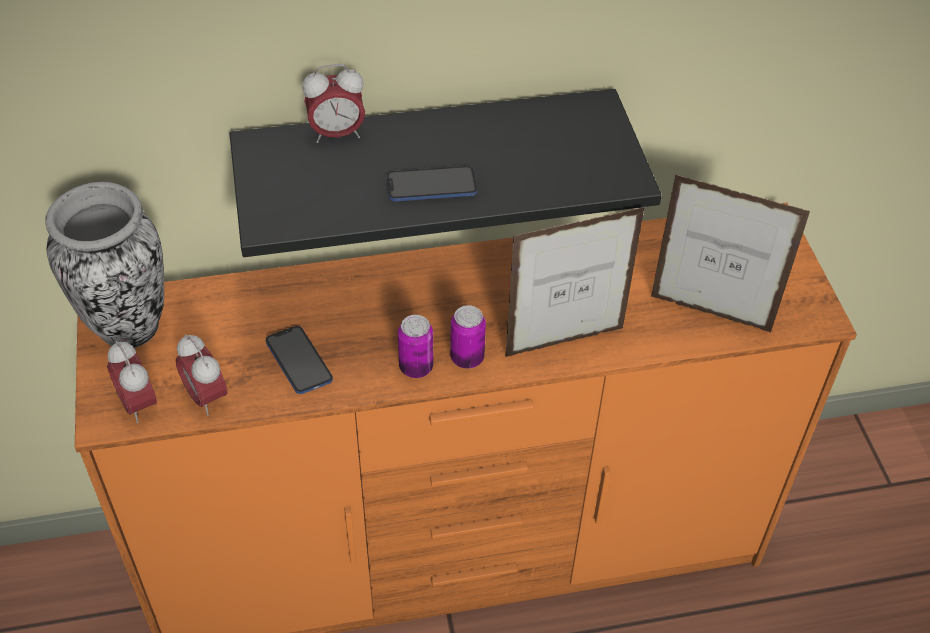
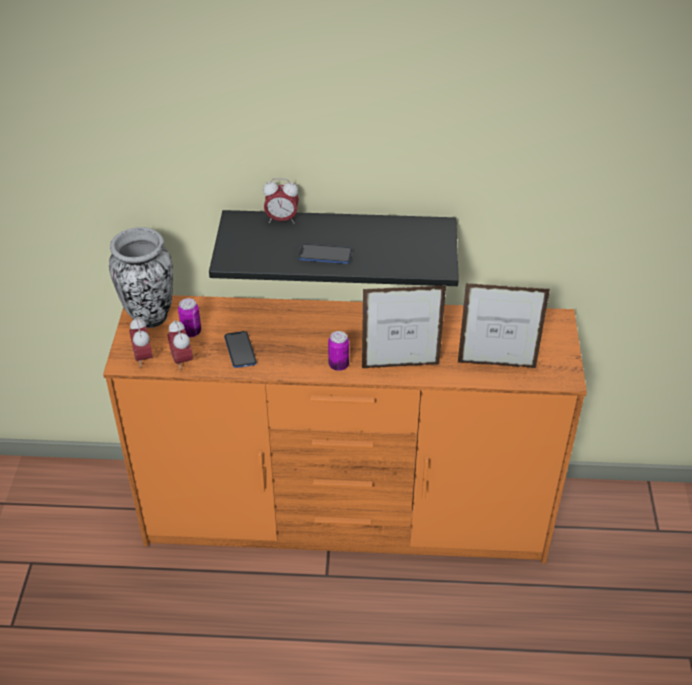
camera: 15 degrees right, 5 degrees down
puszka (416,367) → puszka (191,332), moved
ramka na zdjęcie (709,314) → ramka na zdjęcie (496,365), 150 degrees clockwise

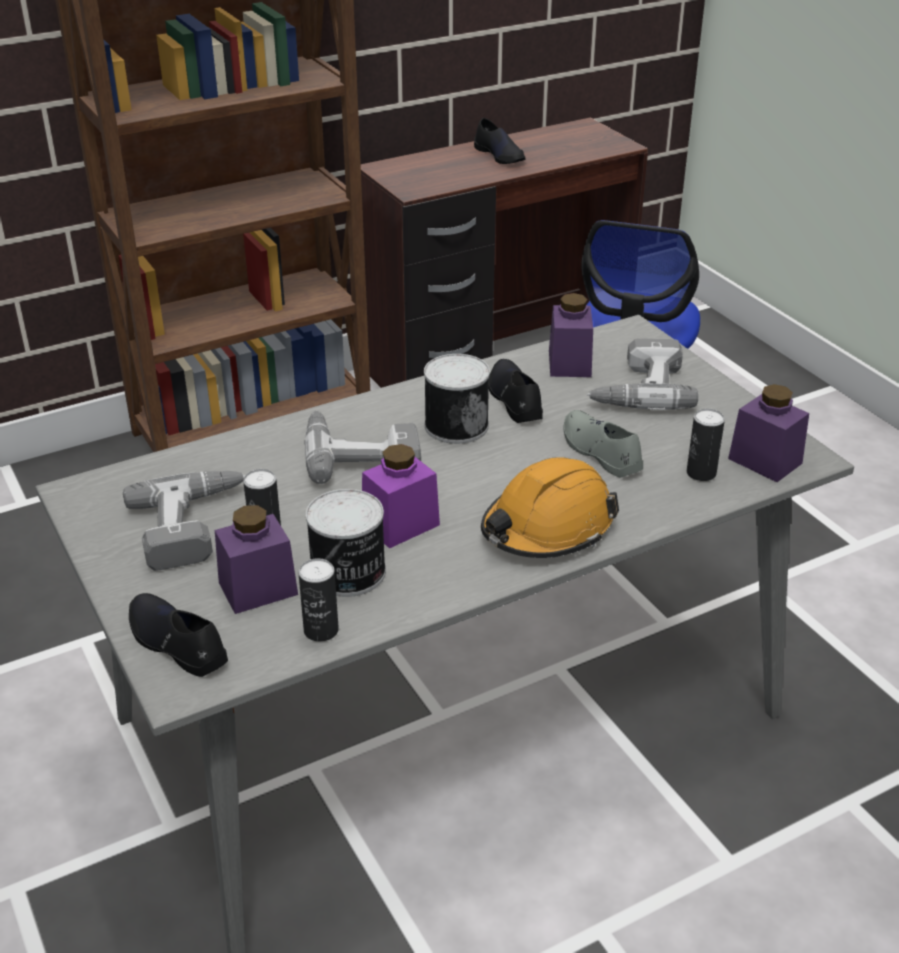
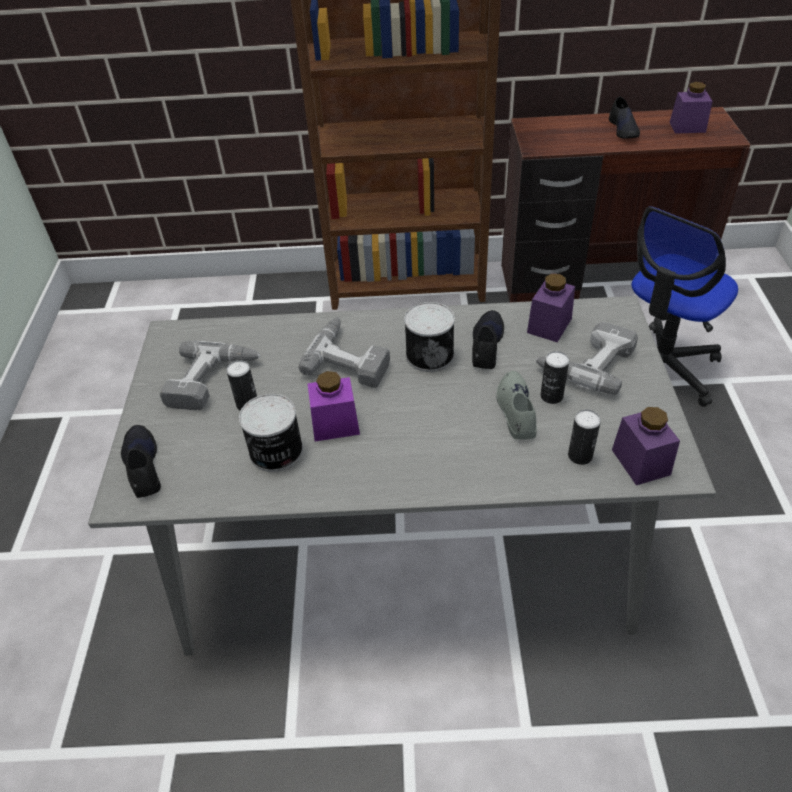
camera: 30 degrees right, 10 degrees up
słoik [fioletowy] (258,588) → słoik [fioletowy] (687,127), moved
puszka (321,630) → puszka (551,396), moved
kask [pomarańczowy] (547,528) → -

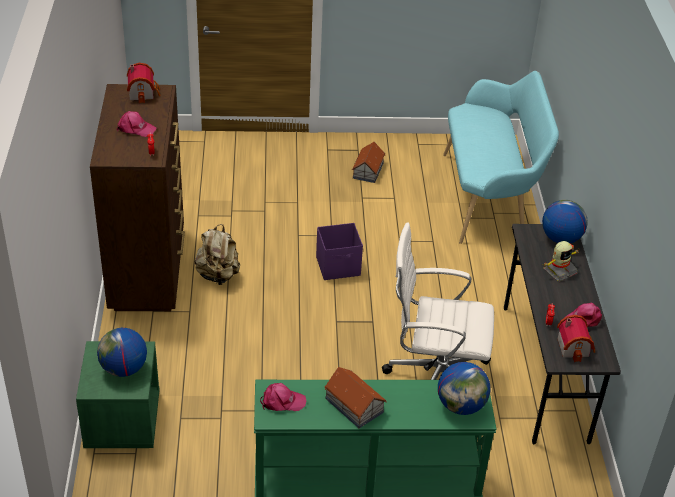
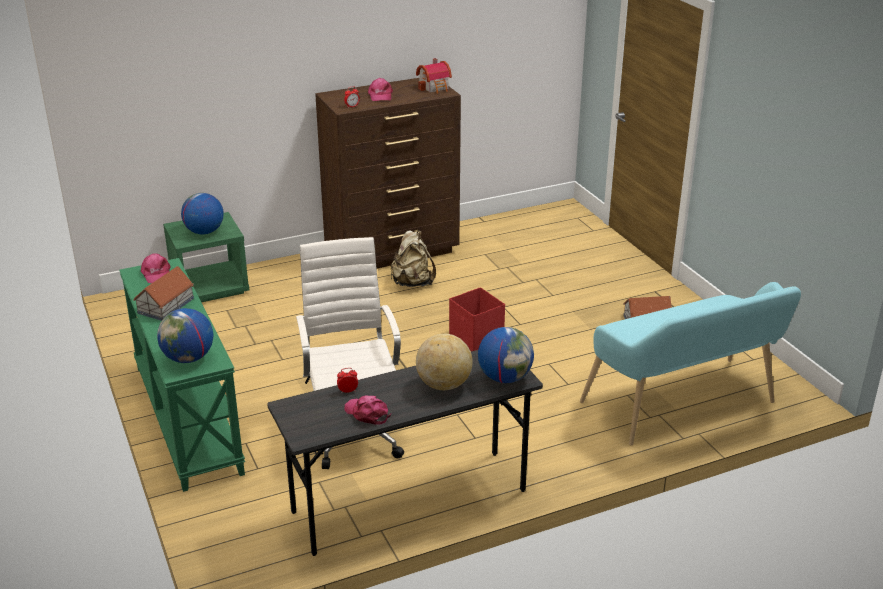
camera: 70 degrees right, 10 degrees down
pojemnik do przechowywania [fioletowy] (339,266) → pojemnik do przechowywania [czerwony] (476,338)
robot zabawkowy (559,270) → globus (444,385)
domek (575,347) → -

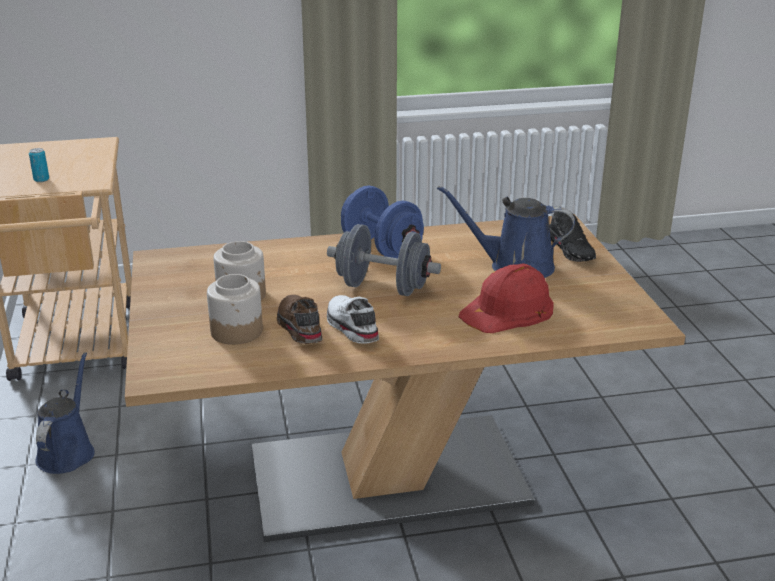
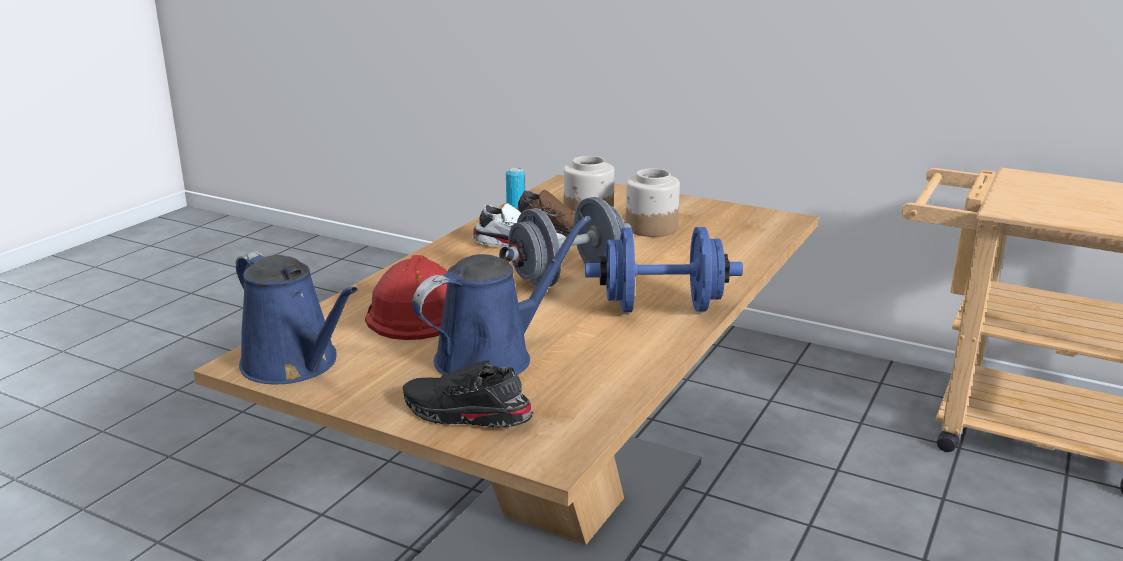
camera: 130 degrees right, 5 degrees down
puszka (41,179) → puszka (515,206), moved
konewka [niebieski] (68,451) → konewka [niebieski] (295,365), moved

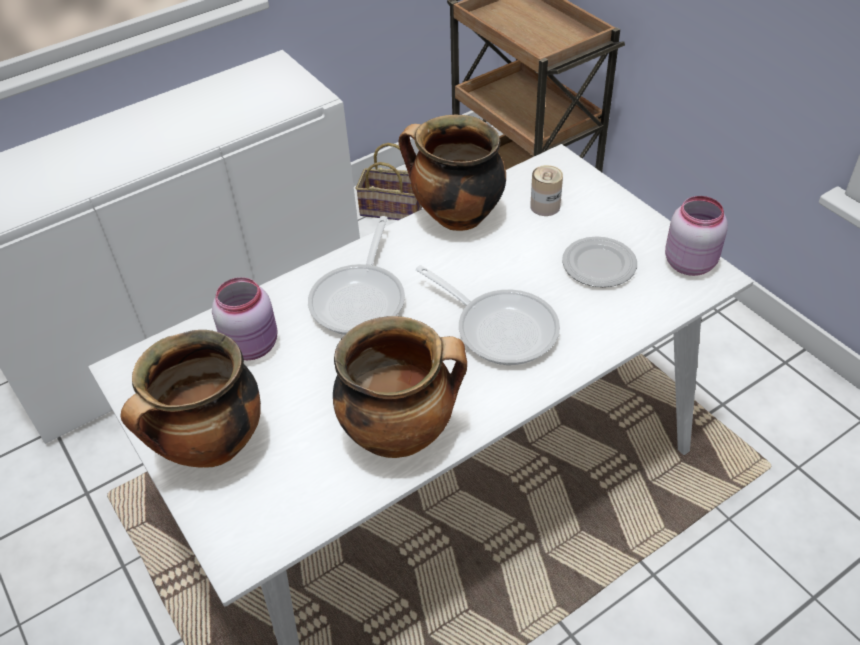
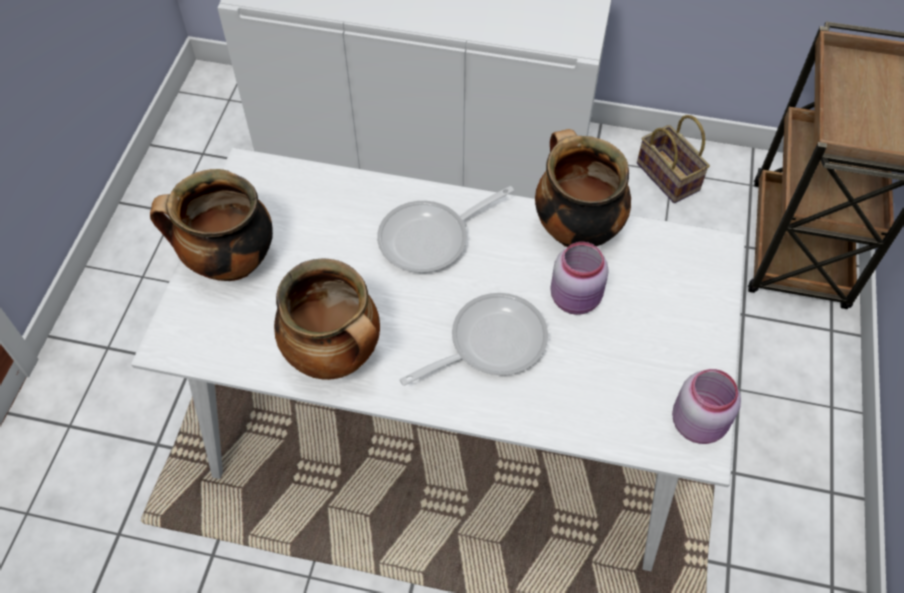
camera: 45 degrees right, 10 degrees up
słoik [różowy] (253,345) → słoik [różowy] (576,299), moved
patelnia (500,327) → patelnia (489,343), 120 degrees counterclockwise
puszka (545,206) → -
talerz (598,264) → -

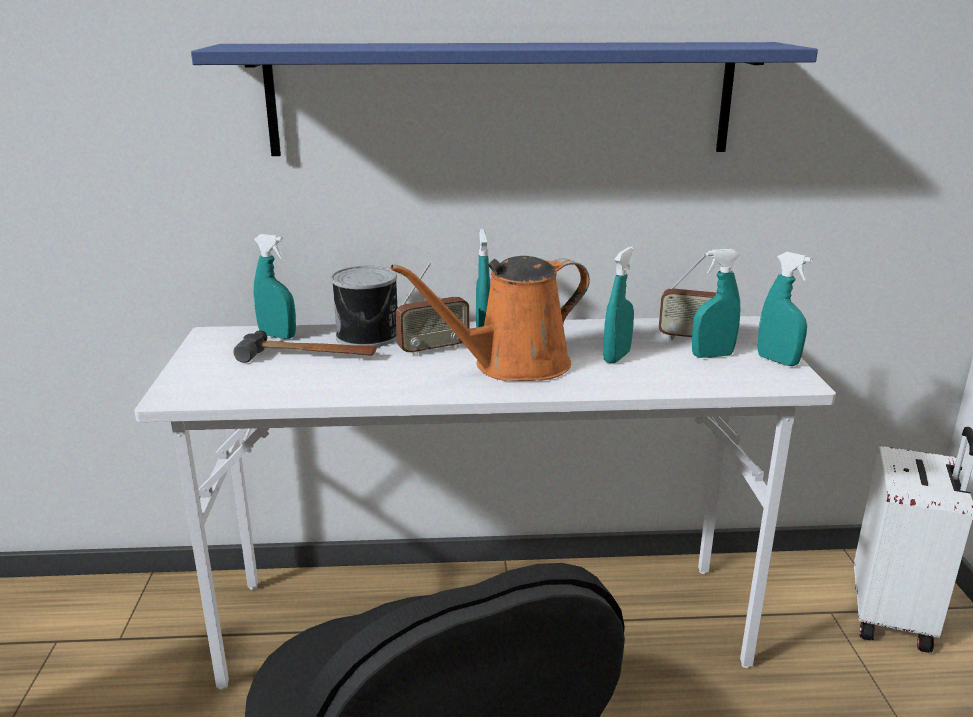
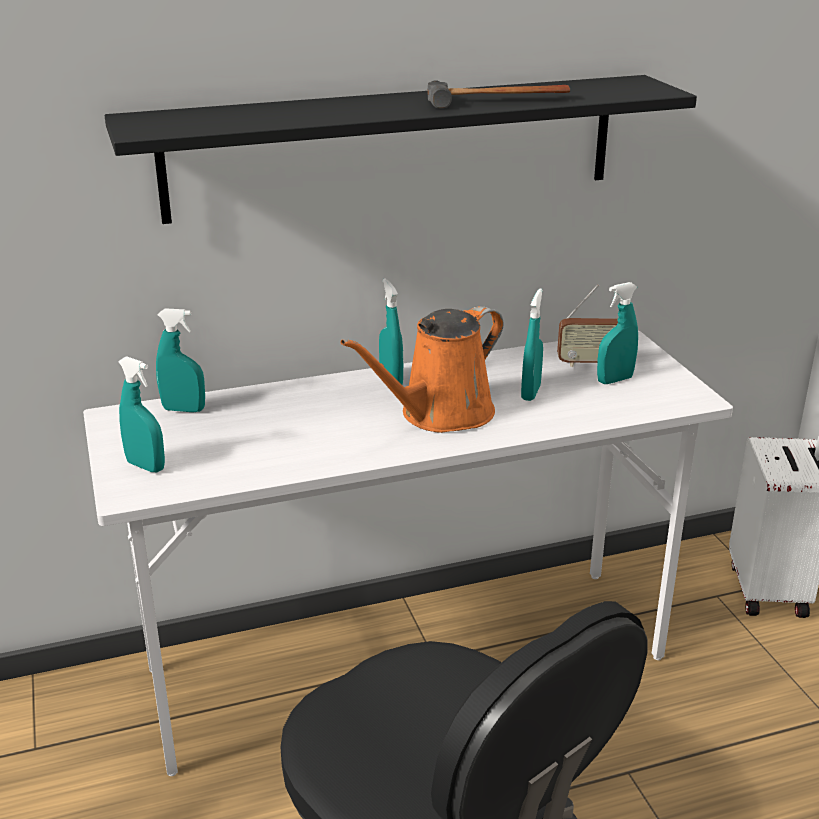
camera: 15 degrees left, 5 degrees up
półka [niebieski] (501,99) → półka [czarny] (394,147)
młotek (308,356) → młotek (498,101), moved
puszka (369,336) → -
radio (433,349) → -
spryskiwacz [turkusowy] (777,361) → spryskiwacz [turkusowy] (146,466), moved

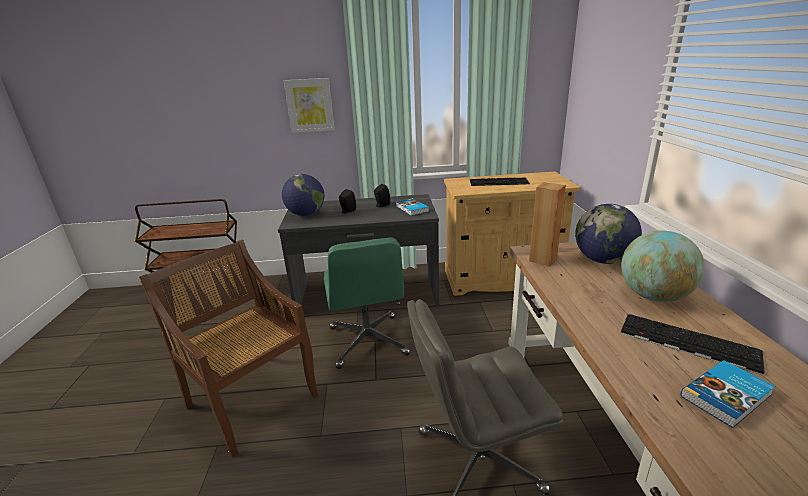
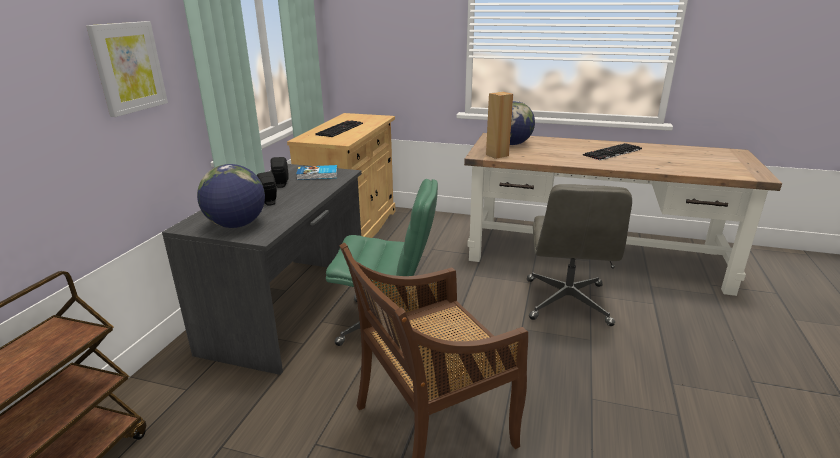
camera: 70 degrees left, 0 degrees up
globus (654,296) → -
książka (727,396) → -

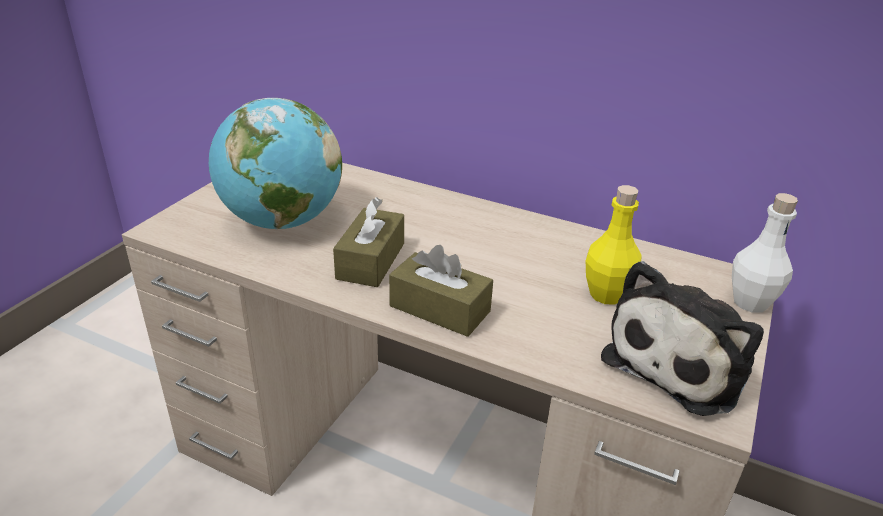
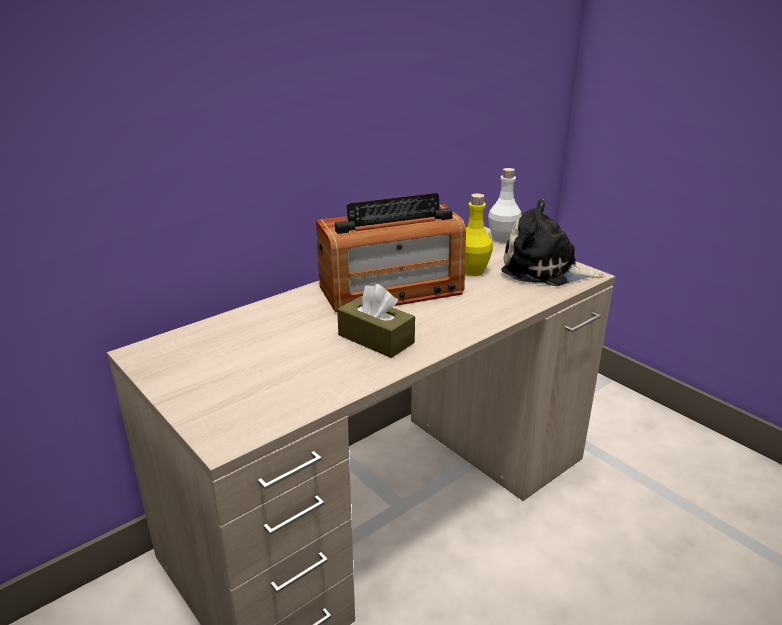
camera: 65 degrees left, 5 degrees down
globus (281,221) → -
pudełko chusteczek [brązowy] (439,309) → -
pluszak (681,362) → pluszak (544,270), 135 degrees clockwise
- → radio (391,290)

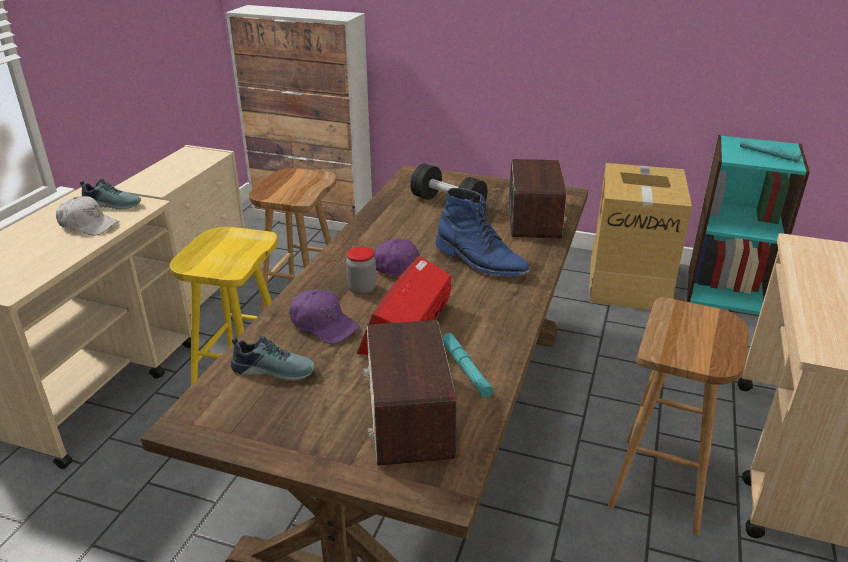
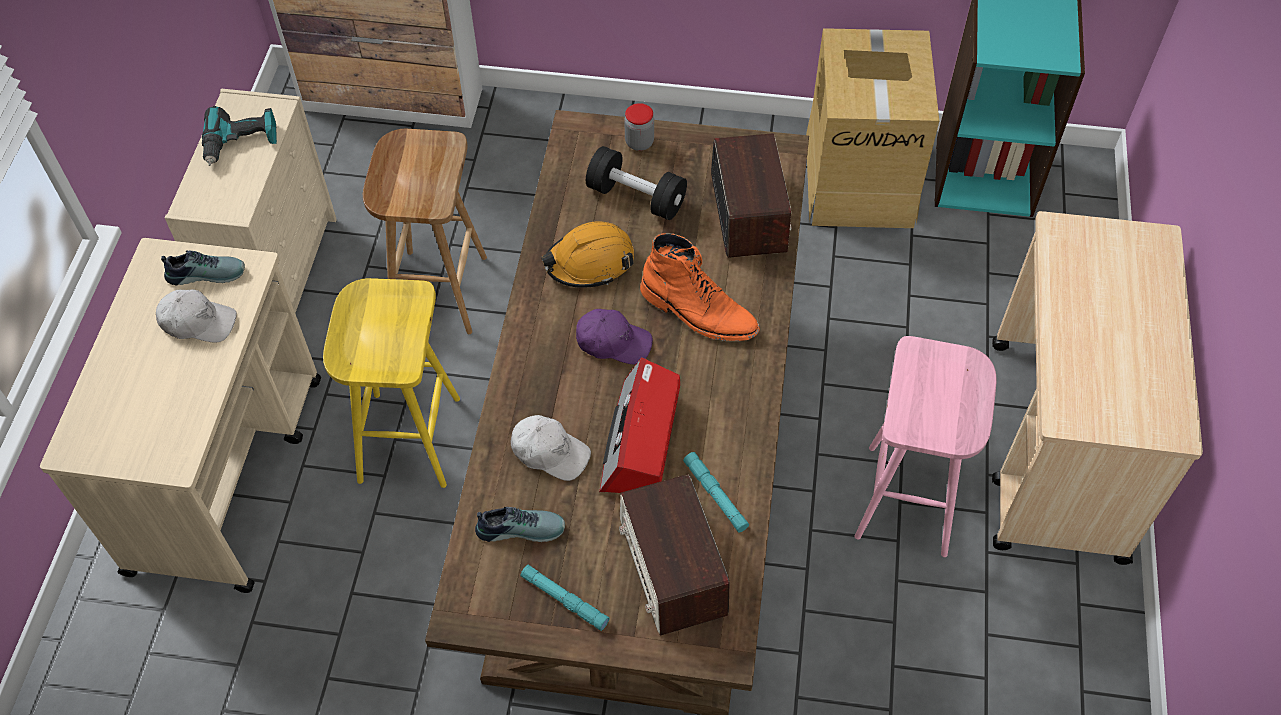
camera: 10 degrees left, 25 degrees up
czapka z daszkiem [fioletowy] (323,325) → czapka z daszkiem [biały] (550,452)
słoik (362,289) → słoik (639,142), moved
but z cholewką [niebieski] (480,261) → but z cholewką [pomarańczowy] (698,312)
stołek [brązowy] (661,486) → stołek [różowy] (908,502)
latarka [turkusowy] (768,154) → latarka [turkusowy] (564,600), moved
- → wiertarka (241,143)
- → kask [pomarańczowy] (590,262)

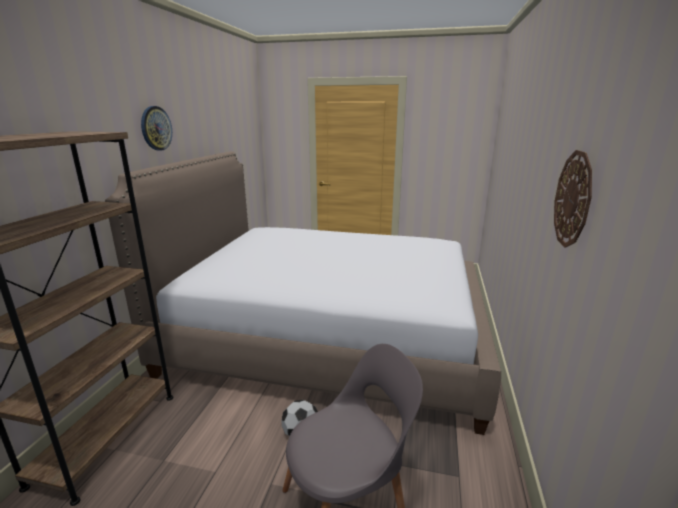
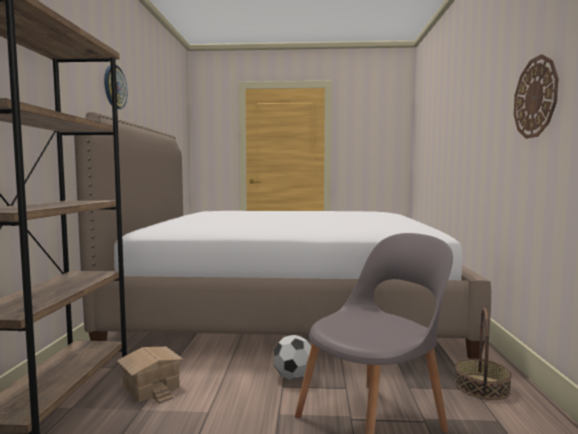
camera: 10 degrees left, 15 degrees down
- → domek (150,387)
- → koszyk (482,386)

